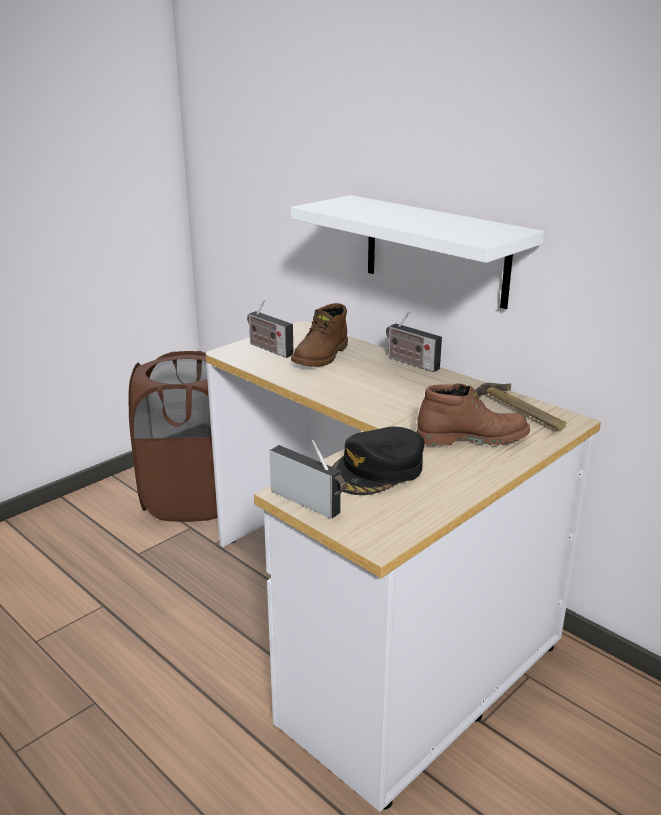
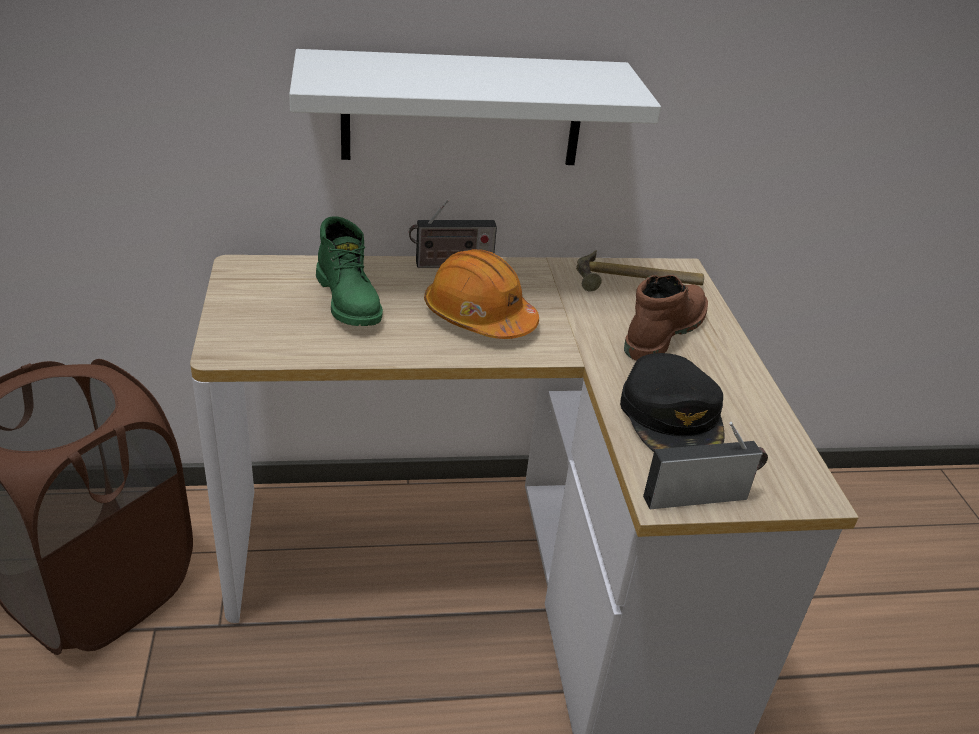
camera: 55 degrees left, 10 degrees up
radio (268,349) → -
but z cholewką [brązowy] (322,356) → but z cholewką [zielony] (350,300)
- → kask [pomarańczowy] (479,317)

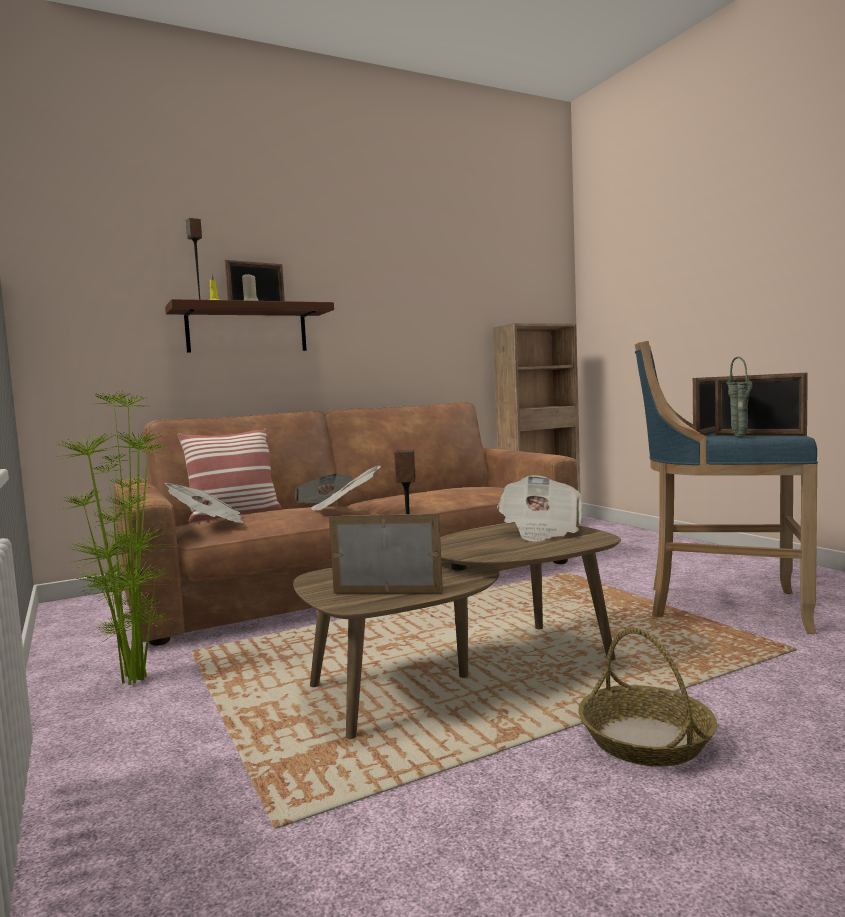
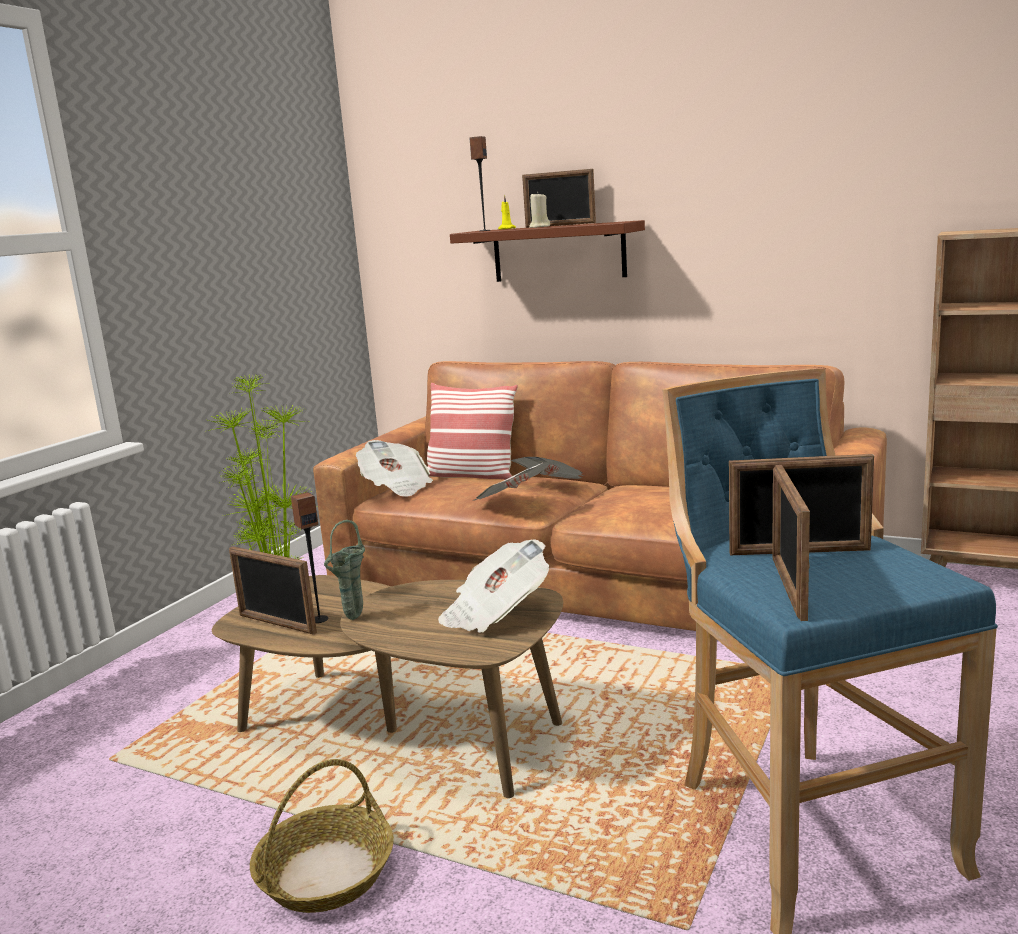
camera: 55 degrees right, 10 degrees up
ramka na zdjęcie (388,592) → ramka na zdjęcie (276,624), 150 degrees clockwise
wazon [zielony] (741,437) → wazon [zielony] (352,619), moved

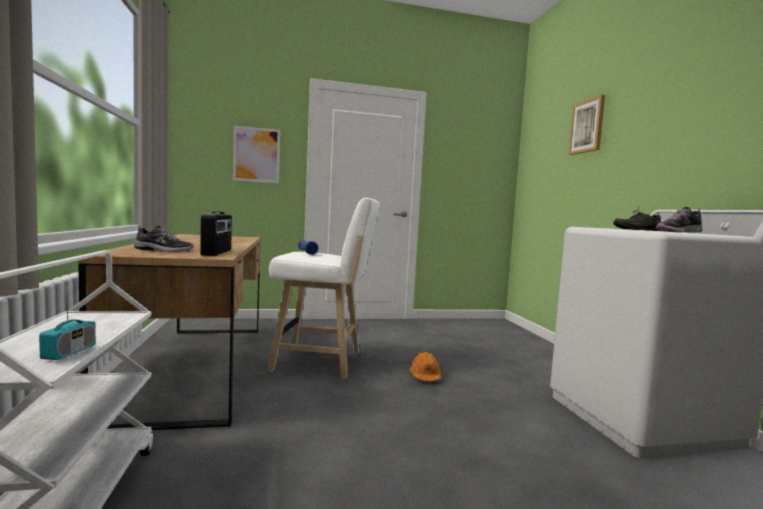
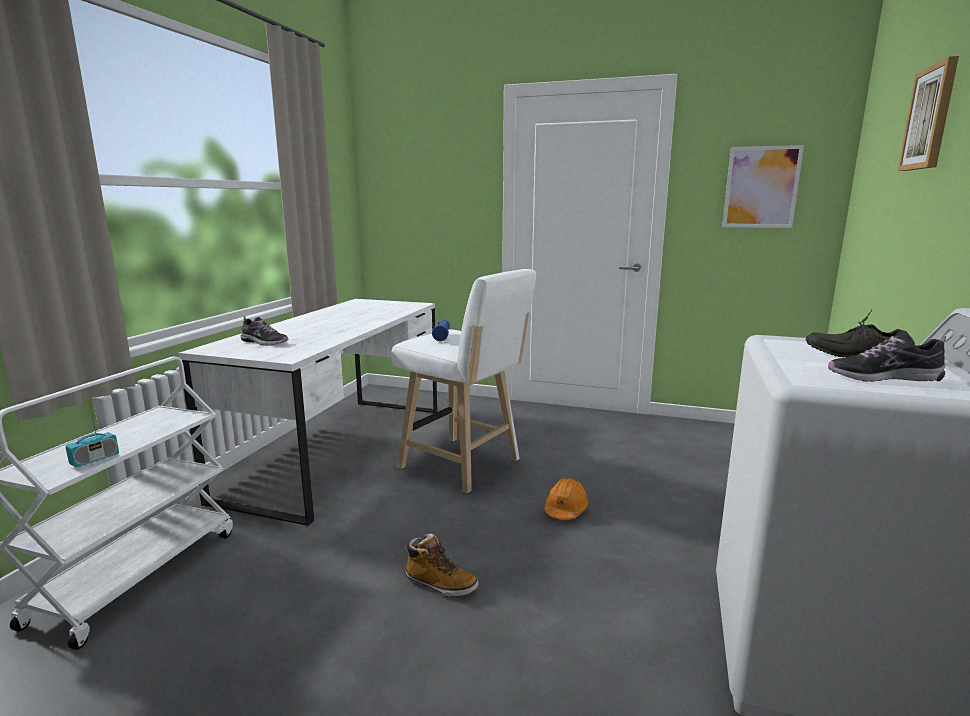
camera: 30 degrees right, 10 degrees up
biurko [brązowy] (198,366) → biurko [biały] (341,449)
radio (217,252) → -
obraz (256,155) → obraz (761,187), moved
- → but z cholewką (440,584)

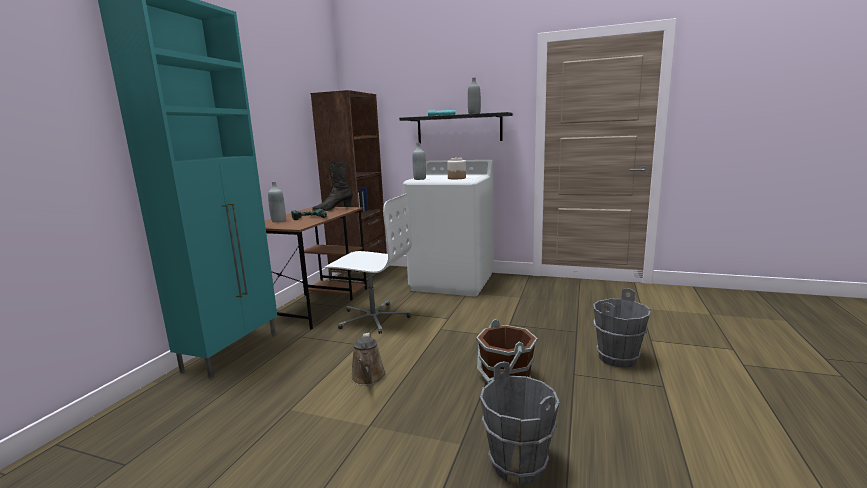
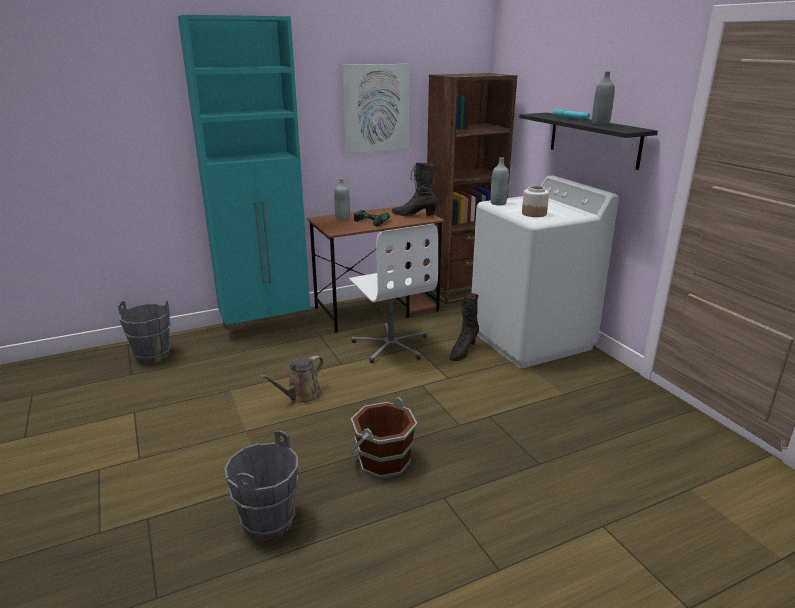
camera: 45 degrees right, 10 degrees up
wiadro [szary] (618,358) → wiadro [szary] (152,356), moved
- → obraz (376,108)
- → but z cholewką [czarny] (463,351)

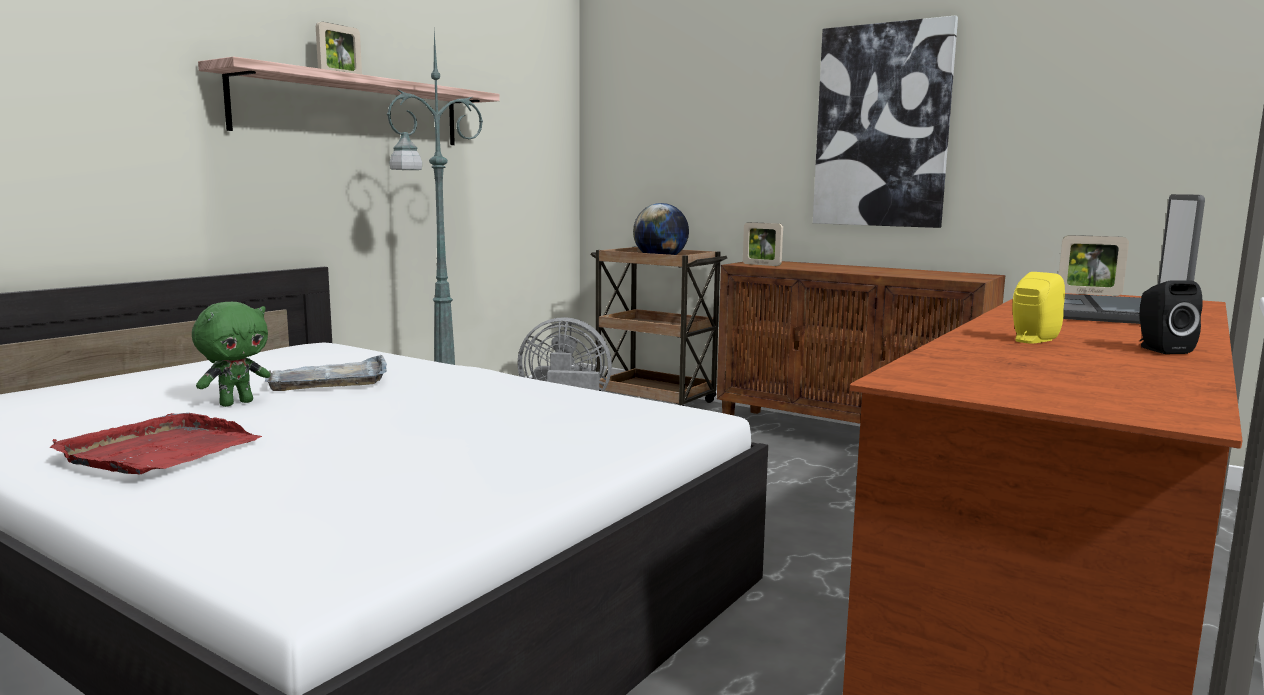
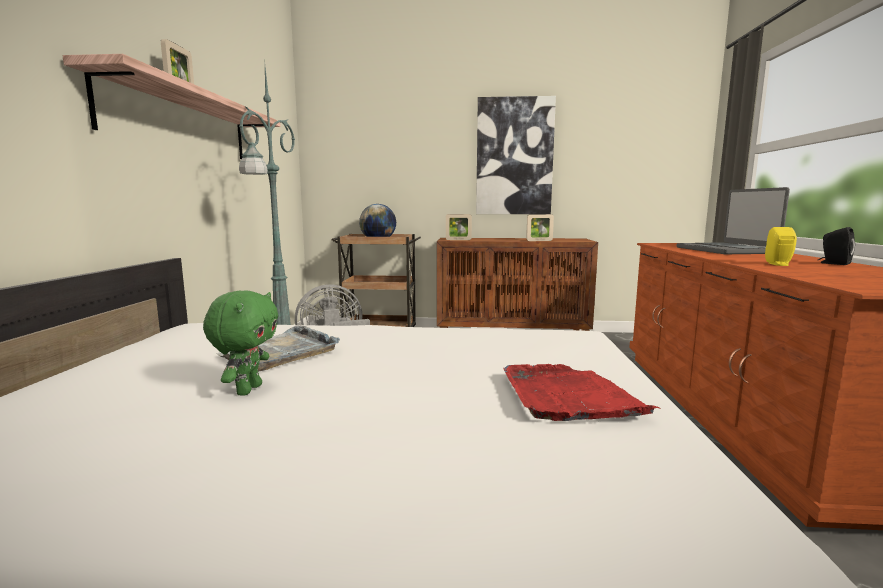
camera: 30 degrees left, 0 degrees up
taca [czerwony] (159,451) → taca [czerwony] (569,397), moved
ramka na zdjęcie (1089,294) → ramka na zdjęcie (539,240), moved

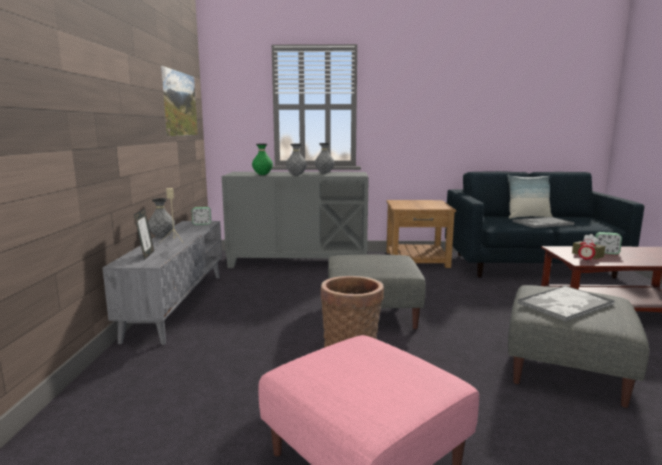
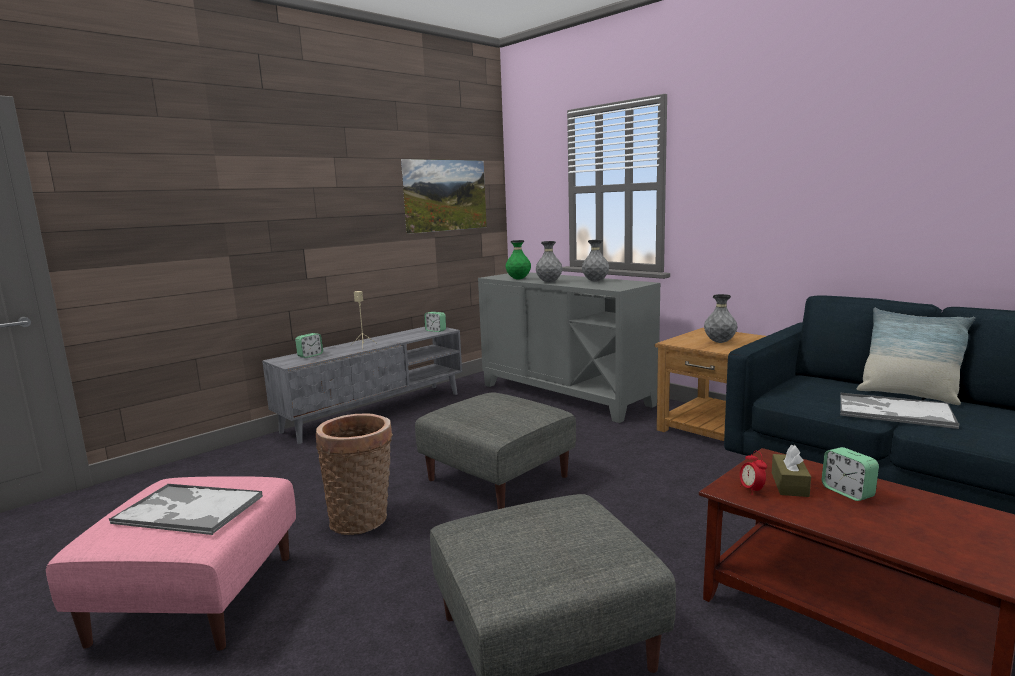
camera: 45 degrees right, 0 degrees up
ramka na zdjęcie (146,255) → budzik (310,355)
wazon [szary] (162,237) → wazon [szary] (720,342), moved
taca (564,304) → taca (187,510), moved

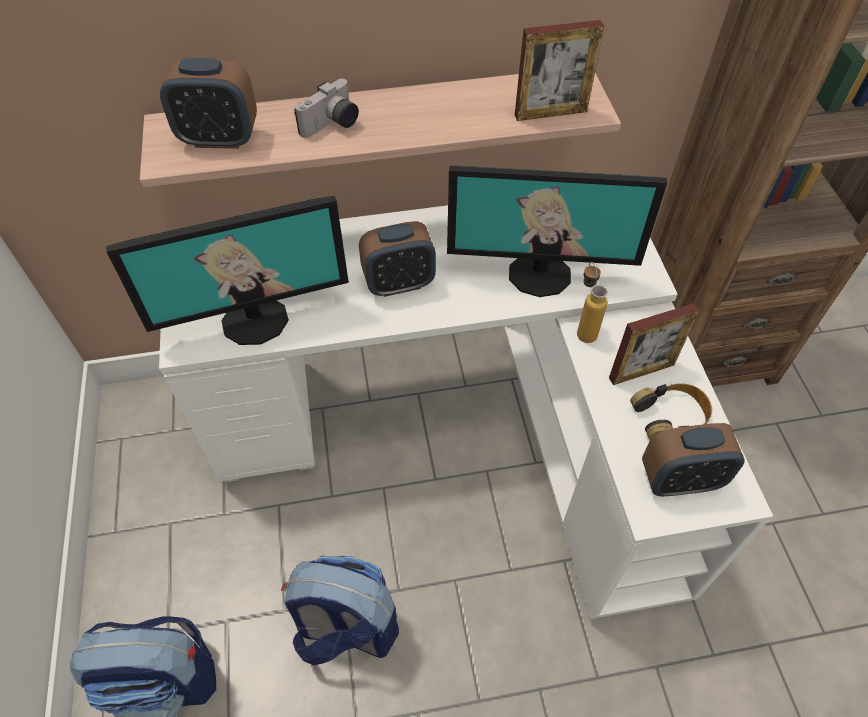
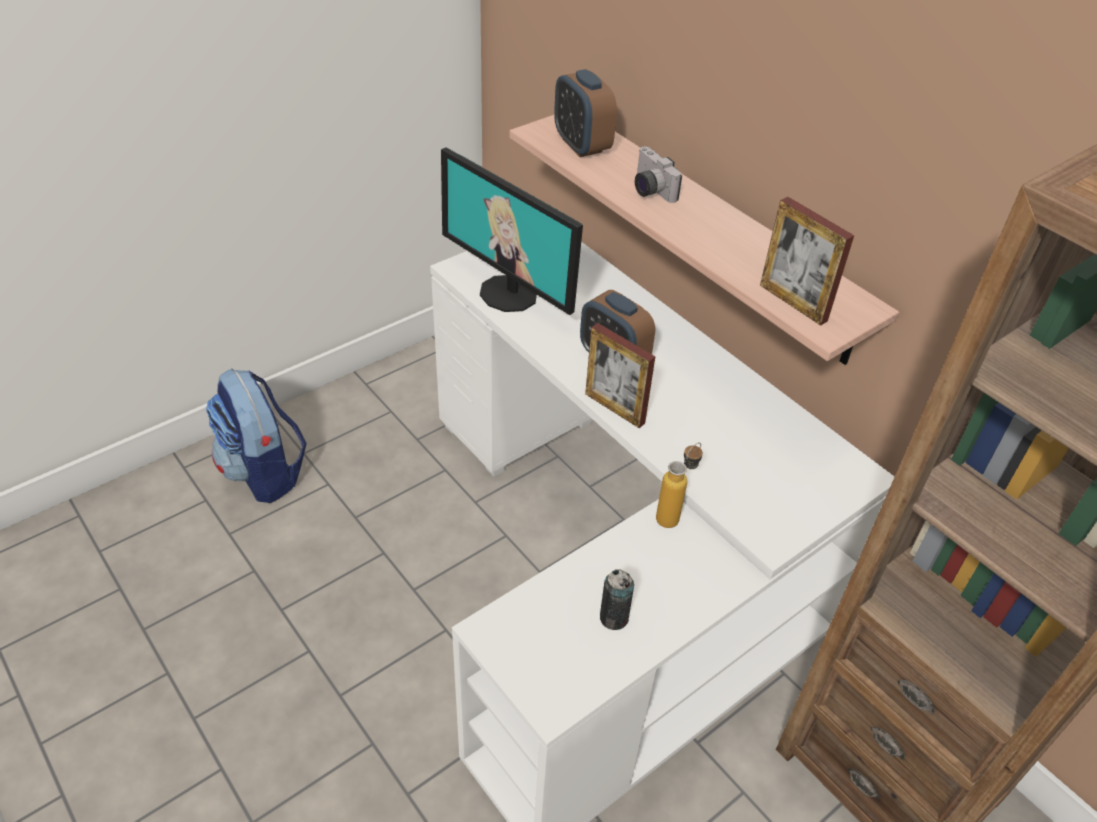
camera: 60 degrees right, 10 degrees down
plecak (346,629) → -
aparat fotograficzny (332,125) → aparat fotograficzny (649,189), 45 degrees clockwise
monitor (540,273) → -
ramka na zdjęcie (641,371) → ramka na zdjęcie (614,408), moved
słuchawki (670,416) → puszka (614,618)
budzik (680,480) → -

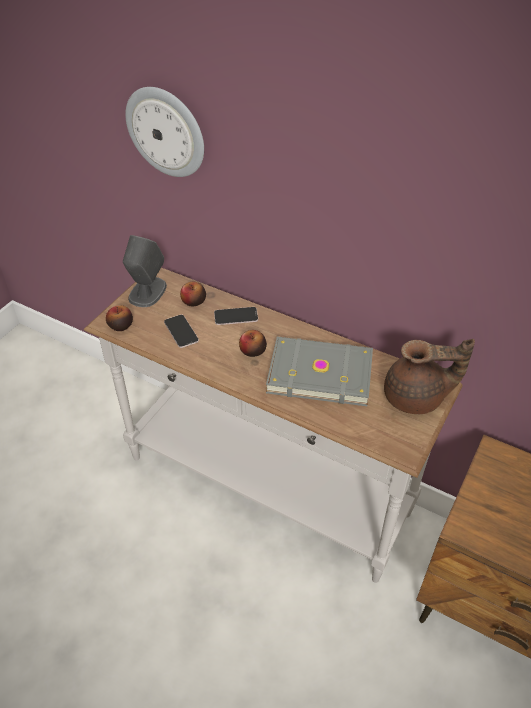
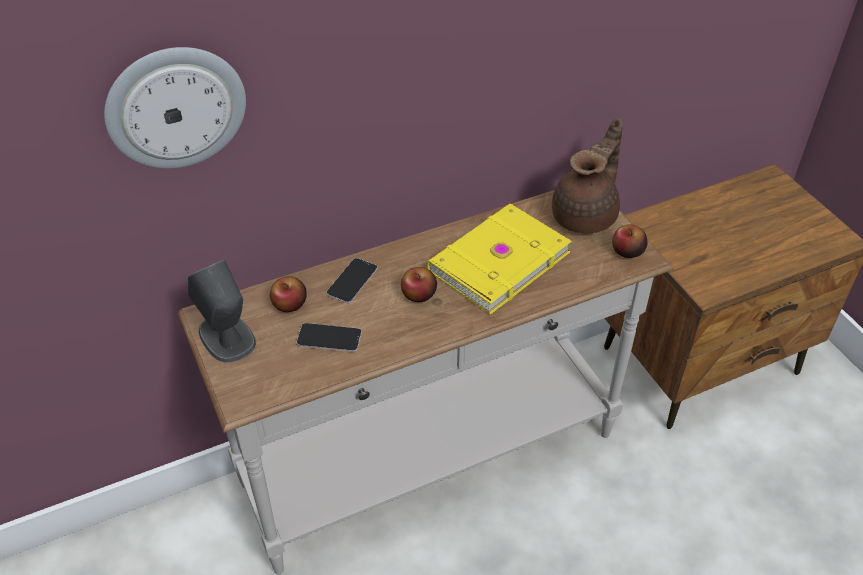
camera: 55 degrees left, 0 degrees up
jabłko (120,326) → jabłko (627,251), moved
książka [szary] (319,372) → książka [żółty] (496,261)

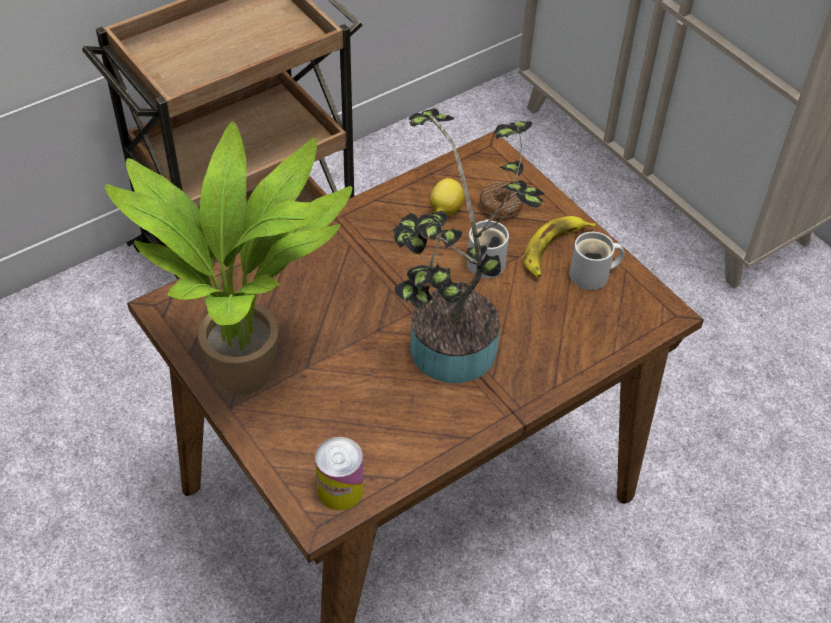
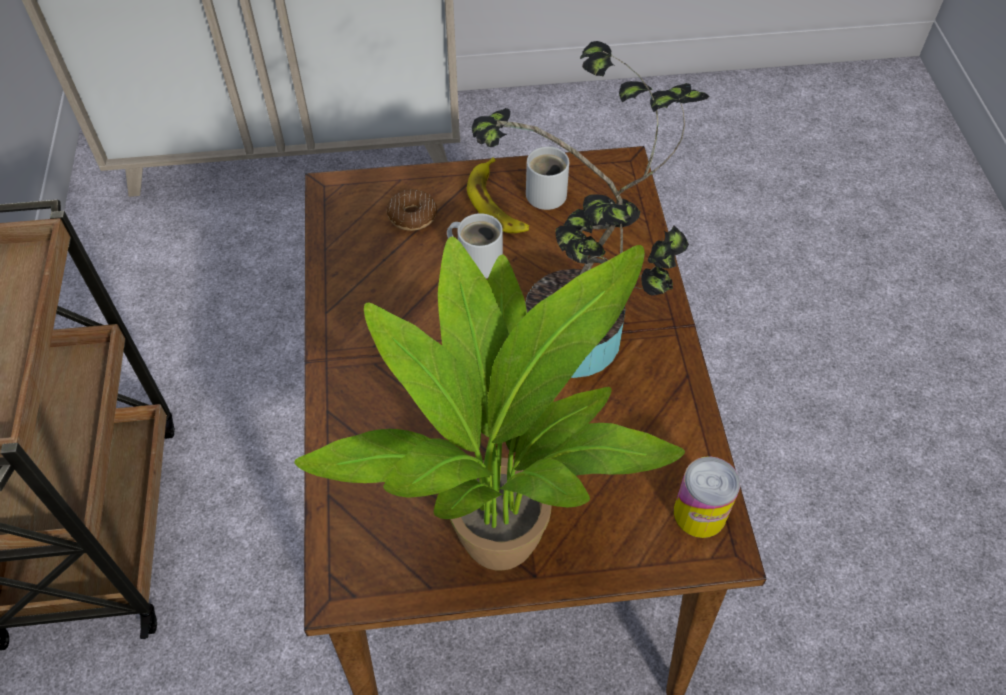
camera: 60 degrees left, 5 degrees up
cytryna (445,210) → -

